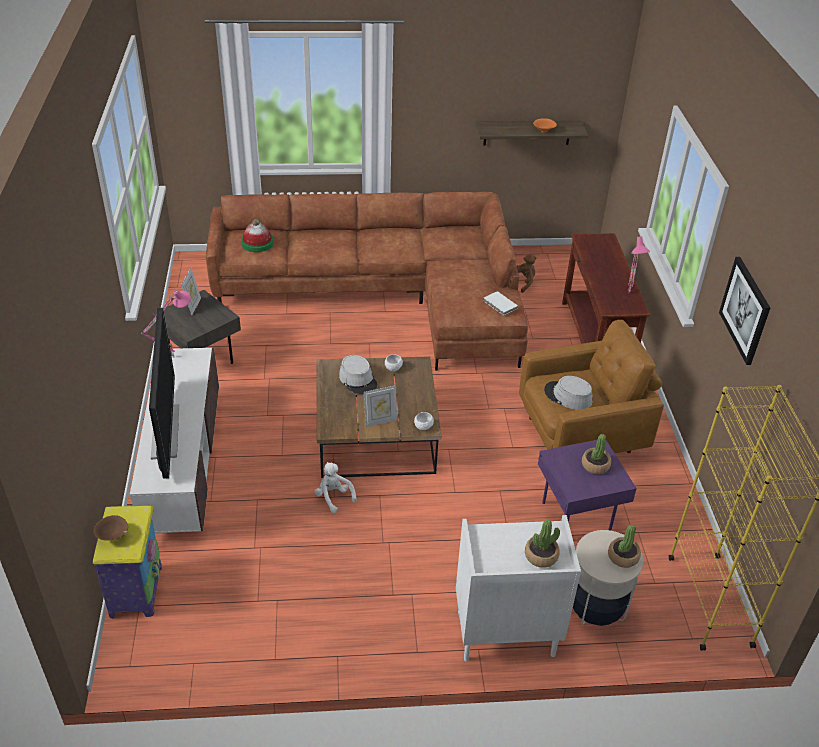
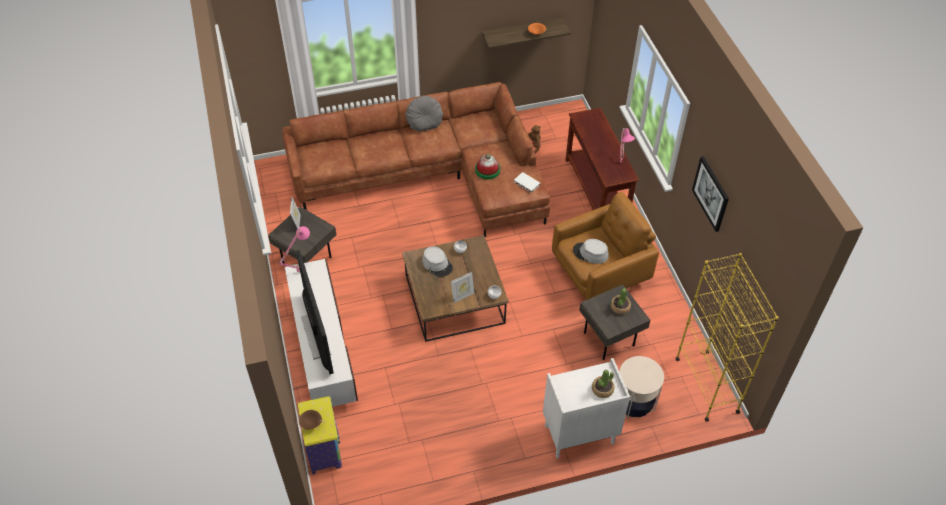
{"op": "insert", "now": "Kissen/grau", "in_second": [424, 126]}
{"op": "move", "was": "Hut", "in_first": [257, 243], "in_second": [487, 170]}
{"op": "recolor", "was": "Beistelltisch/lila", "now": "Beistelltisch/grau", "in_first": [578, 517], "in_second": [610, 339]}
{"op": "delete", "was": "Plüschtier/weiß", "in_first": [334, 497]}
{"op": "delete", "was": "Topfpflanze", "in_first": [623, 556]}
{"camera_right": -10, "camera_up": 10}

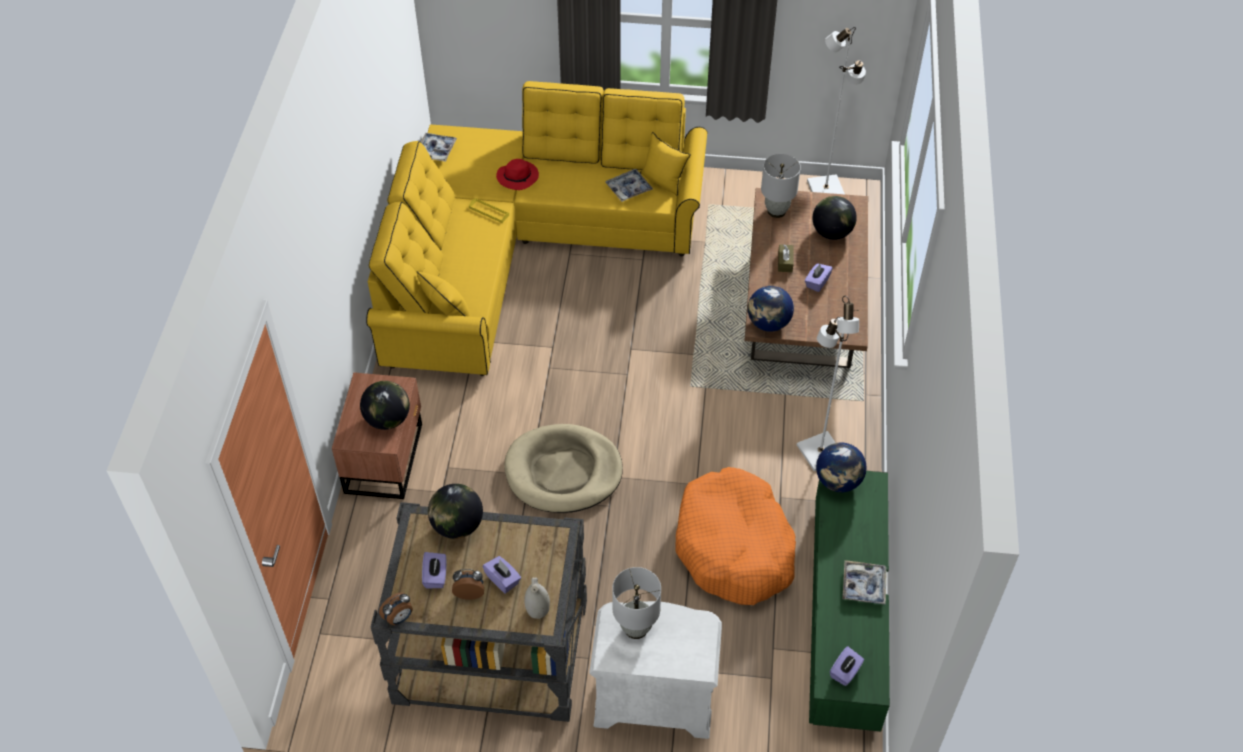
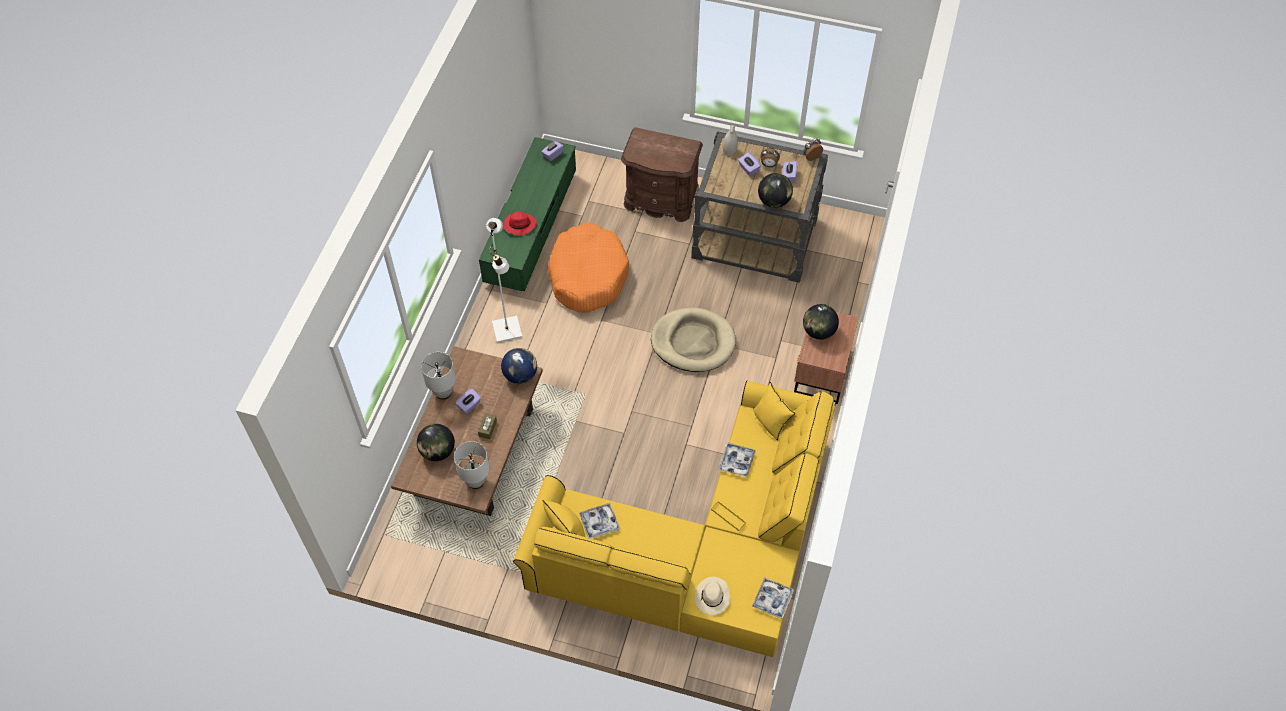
{"op": "move", "was": "Tischlampe/weiß", "in_first": [636, 628], "in_second": [443, 393]}
{"op": "move", "was": "Hut/rot", "in_first": [518, 177], "in_second": [519, 225]}
{"op": "recolor", "was": "Nachttisch/weiß", "now": "Nachttisch/braun", "in_first": [653, 696], "in_second": [660, 201]}
{"op": "insert", "now": "Hut/beige", "in_second": [712, 597]}
{"op": "move", "was": "Tablett", "in_first": [863, 585], "in_second": [736, 461]}
{"op": "delete", "was": "Stehlampe/weiß", "in_first": [826, 189]}
{"op": "delete", "was": "Globus", "in_first": [838, 481]}
{"camera_right": -170, "camera_up": 5}

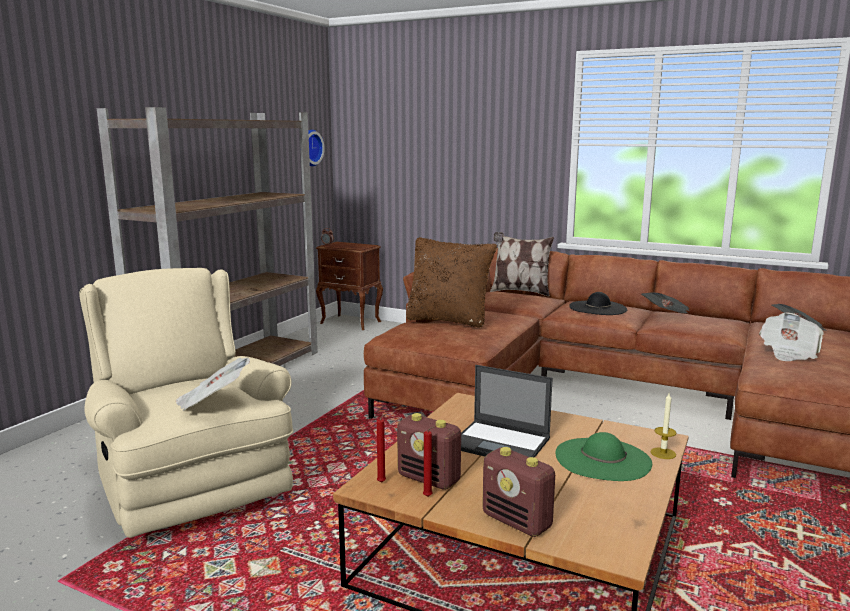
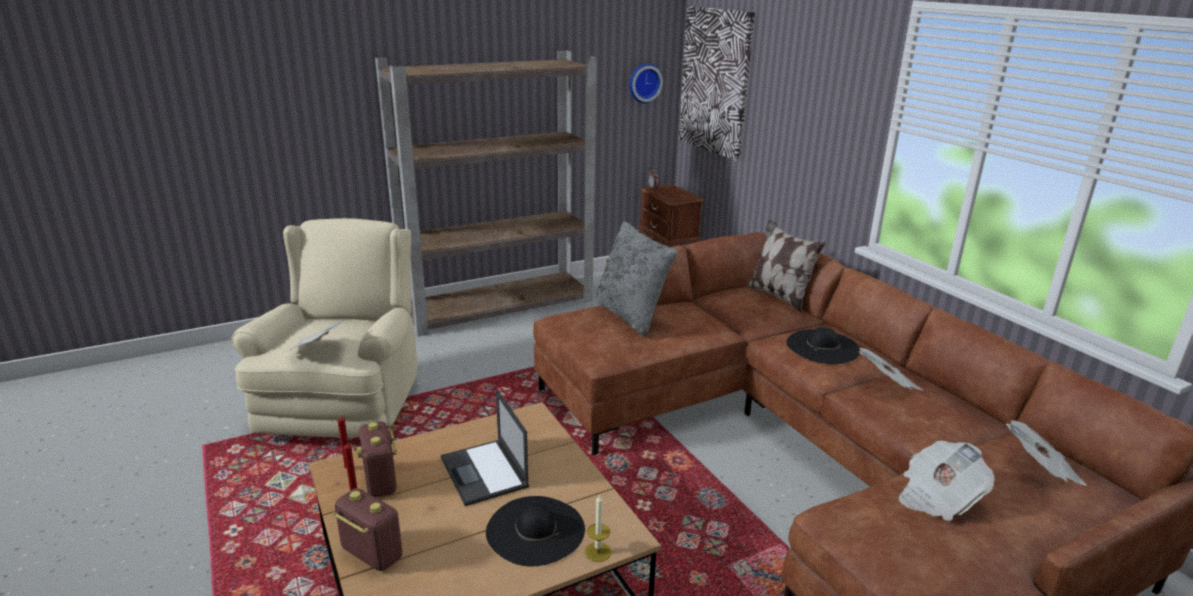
{"op": "rotate", "was": "Radio", "in_first": [517, 522], "in_second": [371, 554], "clockwise": 135}
{"op": "recolor", "was": "Hut/grün", "now": "Hut/schwarz", "in_first": [602, 459], "in_second": [535, 530]}
{"op": "recolor", "was": "Kissen/braun", "now": "Kissen/grau", "in_first": [448, 322], "in_second": [631, 318]}
{"op": "insert", "now": "Bild", "in_second": [715, 81]}
{"camera_right": 35, "camera_up": 10}

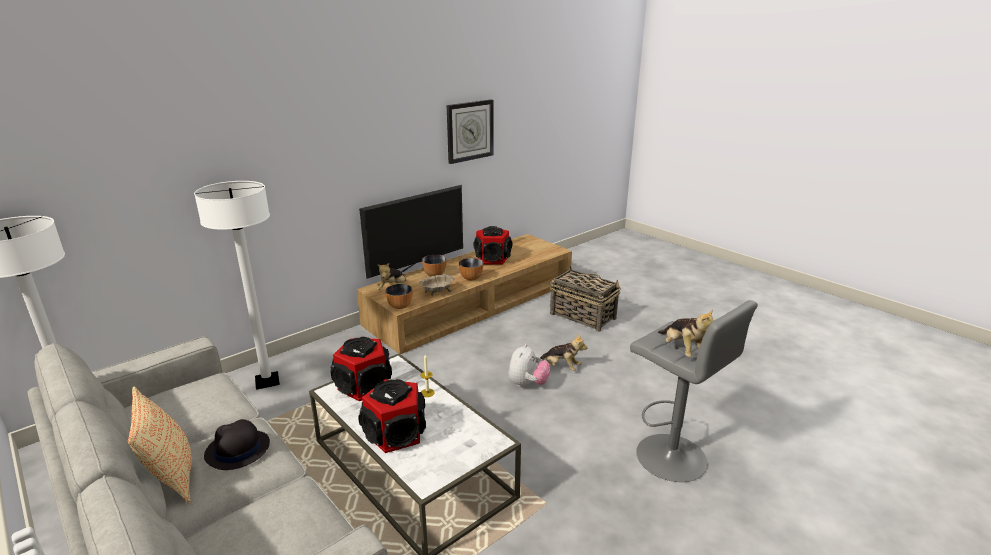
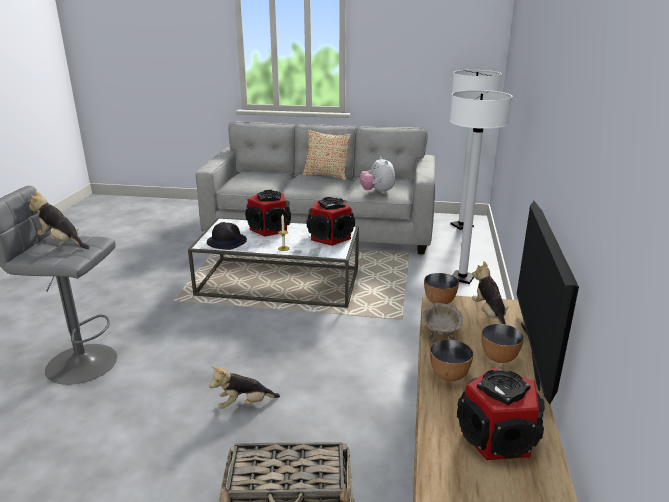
{"op": "move", "was": "Hut/schwarz", "in_first": [237, 450], "in_second": [226, 241]}
{"op": "move", "was": "Plüschtier", "in_first": [527, 384], "in_second": [377, 192]}
{"op": "delete", "was": "Wanduhr", "in_first": [470, 131]}
{"camera_right": 140, "camera_up": 0}

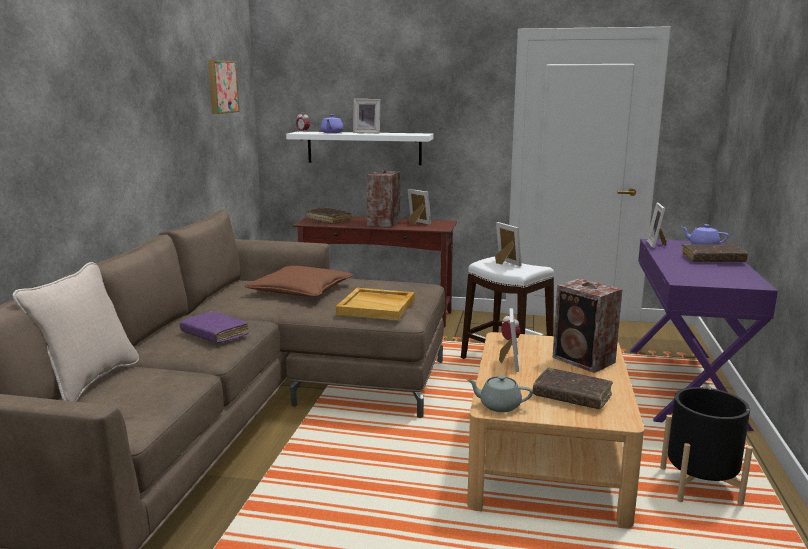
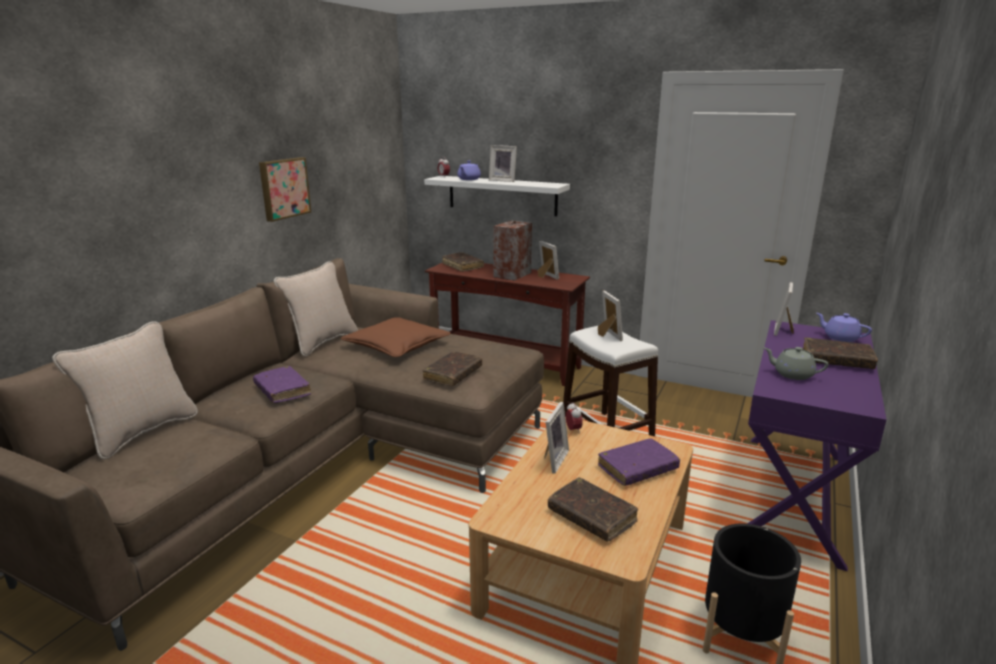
{"op": "move", "was": "Bild", "in_first": [221, 87], "in_second": [283, 188]}
{"op": "insert", "now": "Kissen/beige", "in_second": [322, 342]}
{"op": "replace", "was": "Tablett/beige", "now": "Buch/braun", "in_first": [377, 307], "in_second": [453, 374]}
{"op": "replace", "was": "Lautsprecher", "now": "Buch/lila", "in_first": [584, 361], "in_second": [637, 469]}
{"op": "move", "was": "Teekanne/grau", "in_first": [499, 405], "in_second": [792, 374]}
{"camera_right": 15, "camera_up": 5}

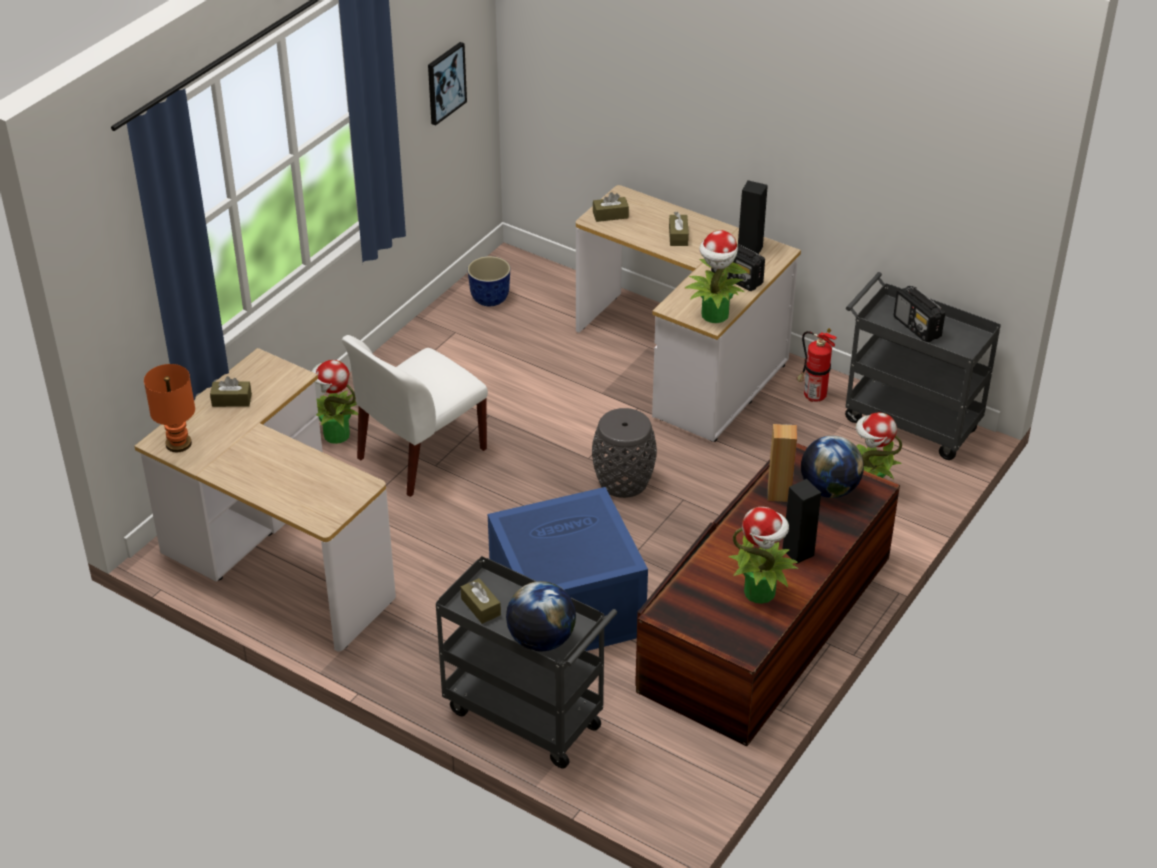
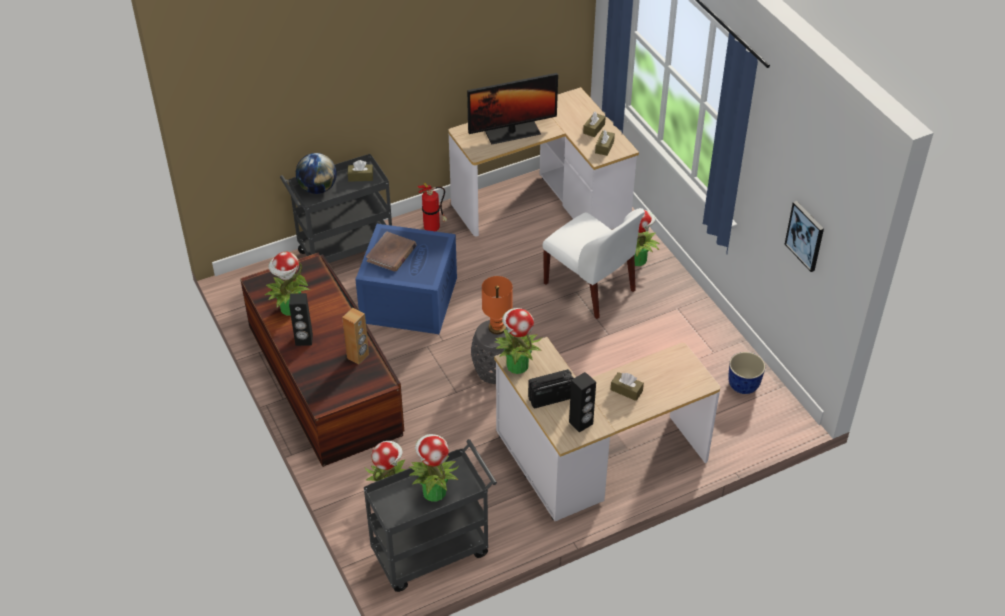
{"op": "insert", "now": "Buch/braun", "in_second": [391, 254]}
{"op": "replace", "was": "Radio", "now": "Topfpflanze", "in_first": [917, 327], "in_second": [433, 491]}
{"op": "move", "was": "Feuerlöscher", "in_first": [812, 396], "in_second": [433, 228]}
{"op": "insert", "now": "Monitor", "in_second": [512, 132]}
{"op": "move", "was": "Tischlampe/orange", "in_first": [178, 444], "in_second": [496, 327]}
{"op": "rotate", "was": "Stuhl/weiß", "in_first": [419, 455], "in_second": [591, 288], "clockwise": 150}
{"op": "move", "was": "Taschentuchbox/braun", "in_first": [610, 215], "in_second": [604, 147]}
{"op": "delete", "was": "Globus", "in_first": [829, 489]}
{"camera_right": 120, "camera_up": 5}

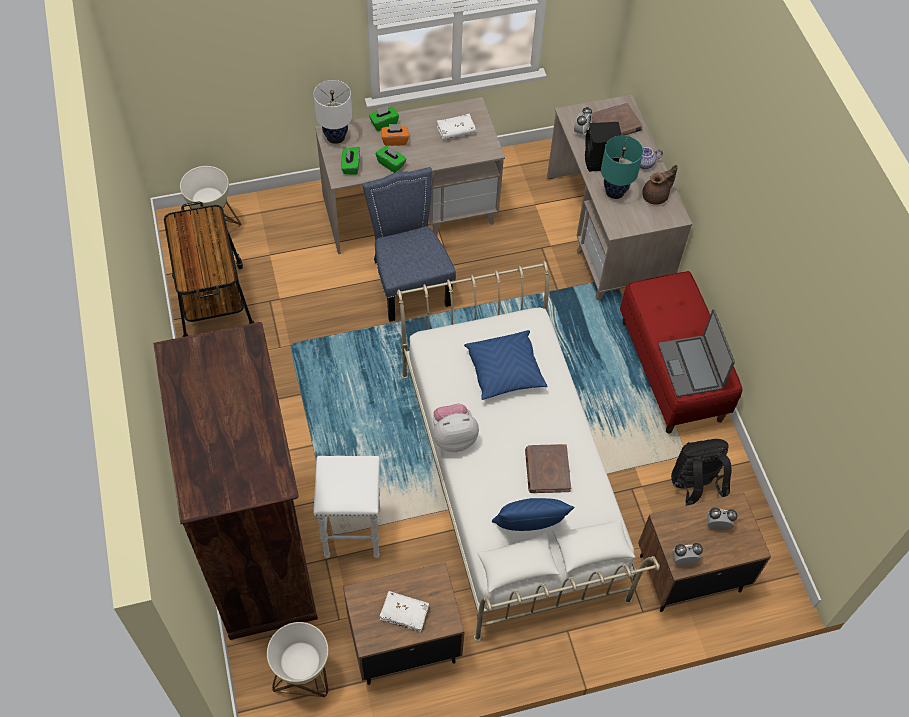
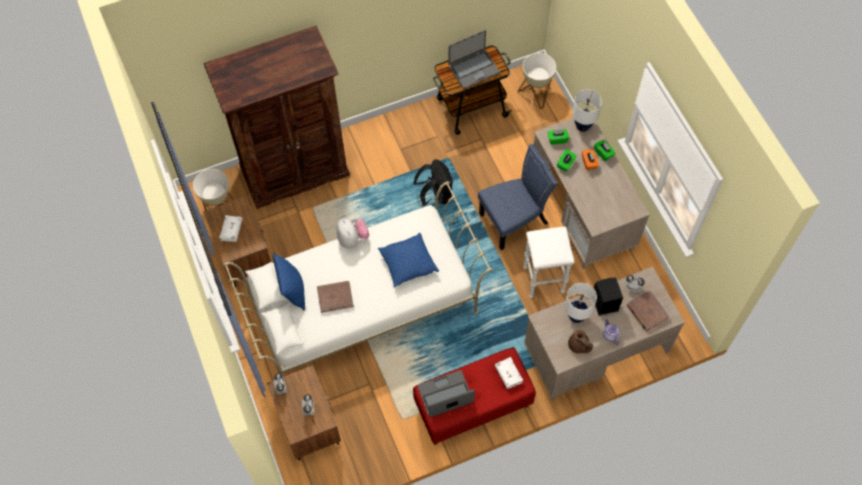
{"op": "move", "was": "Rucksack/schwarz", "in_first": [694, 487], "in_second": [435, 195]}
{"op": "insert", "now": "Laptop", "in_second": [473, 69]}
{"op": "move", "was": "Buch/weiß", "in_first": [456, 131], "in_second": [508, 374]}
{"op": "move", "was": "Hocker/weiß", "in_first": [351, 532], "in_second": [544, 279]}
{"op": "recolor", "was": "Tischlampe/türkis", "now": "Tischlampe/weiß", "in_first": [615, 191], "in_second": [576, 316]}
{"camera_right": 85, "camera_up": 5}

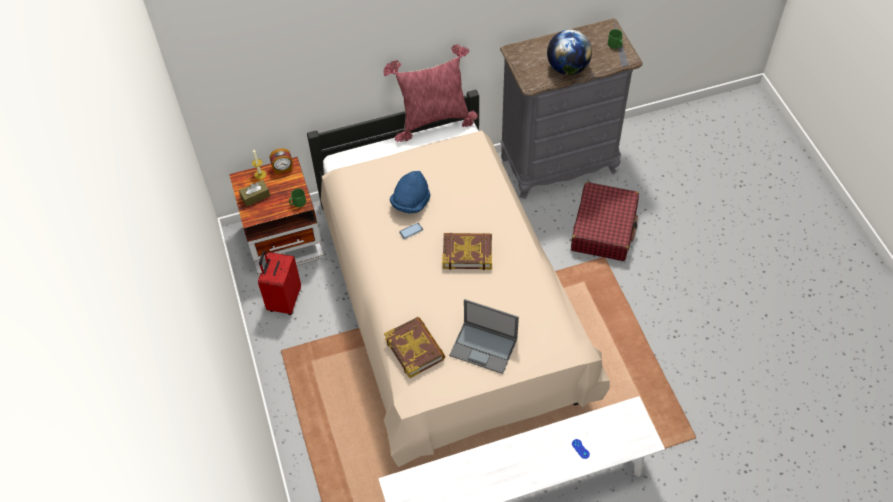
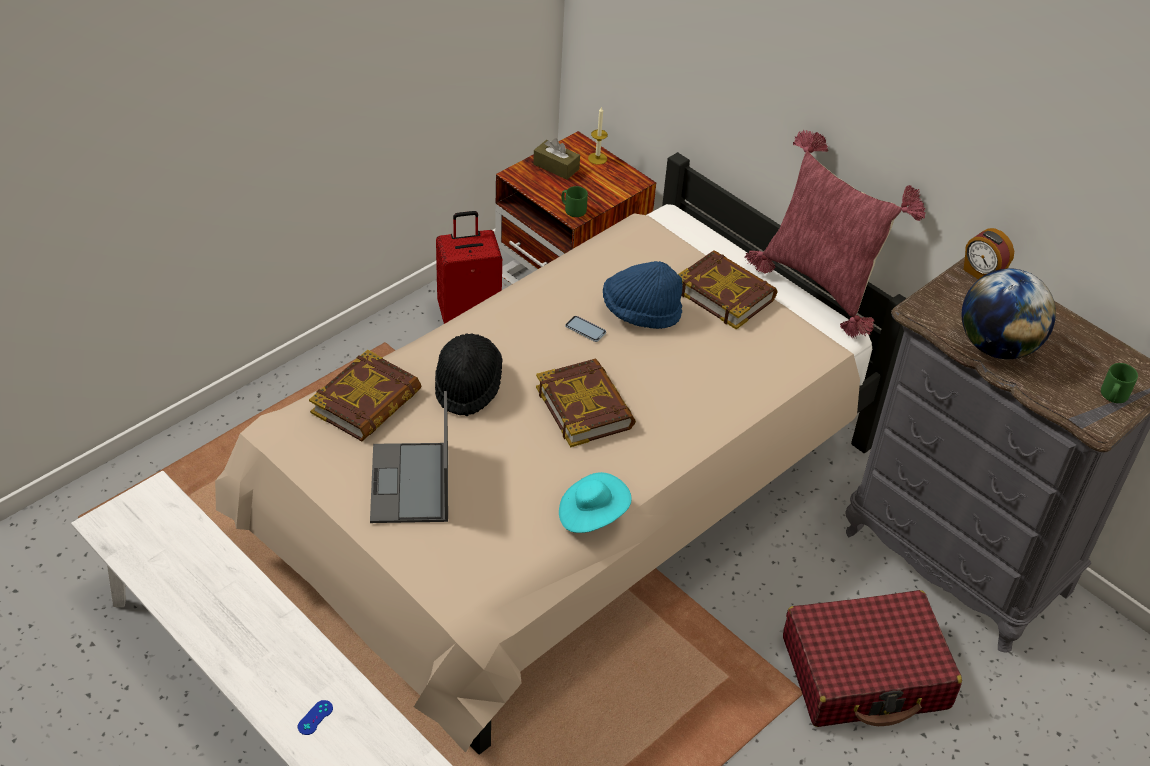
{"op": "insert", "now": "Hut/schwarz", "in_second": [467, 386]}
{"op": "insert", "now": "Hut/türkis", "in_second": [592, 515]}
{"op": "insert", "now": "Buch", "in_second": [725, 294]}
{"op": "move", "was": "Wecker", "in_first": [283, 169], "in_second": [982, 274]}
{"camera_right": 60, "camera_up": -10}

